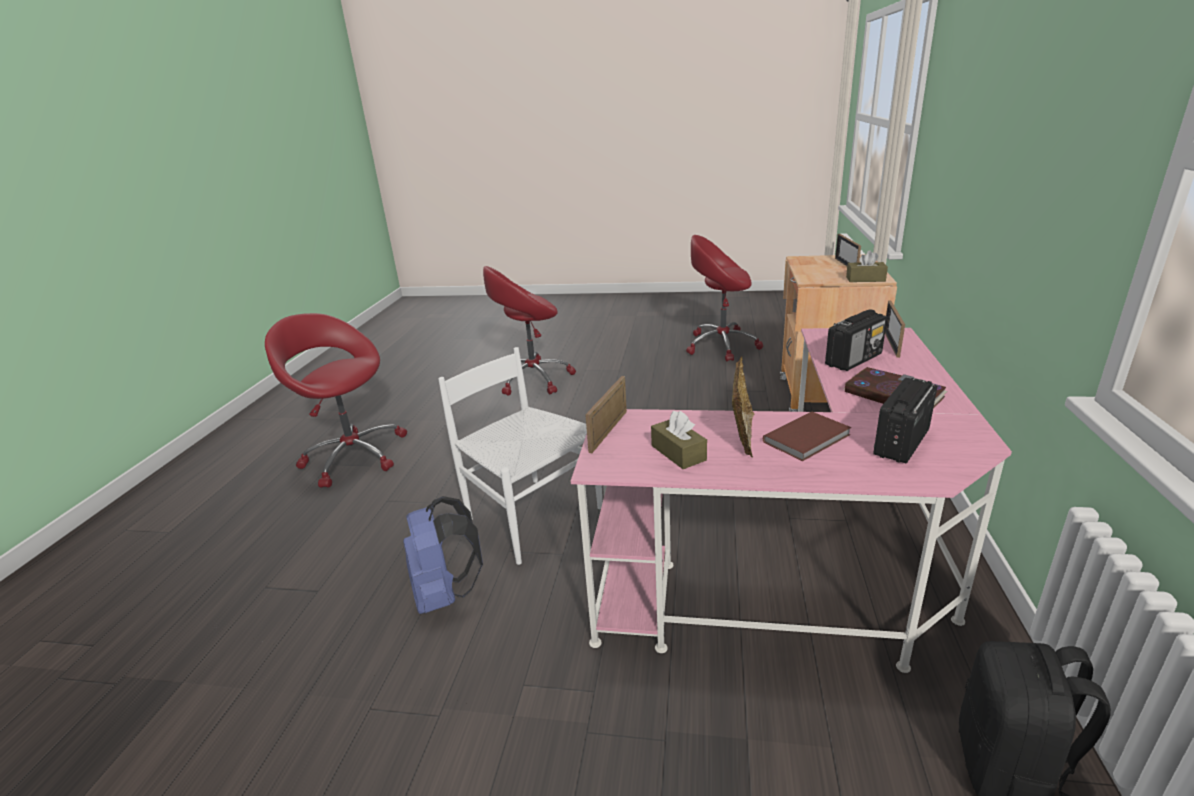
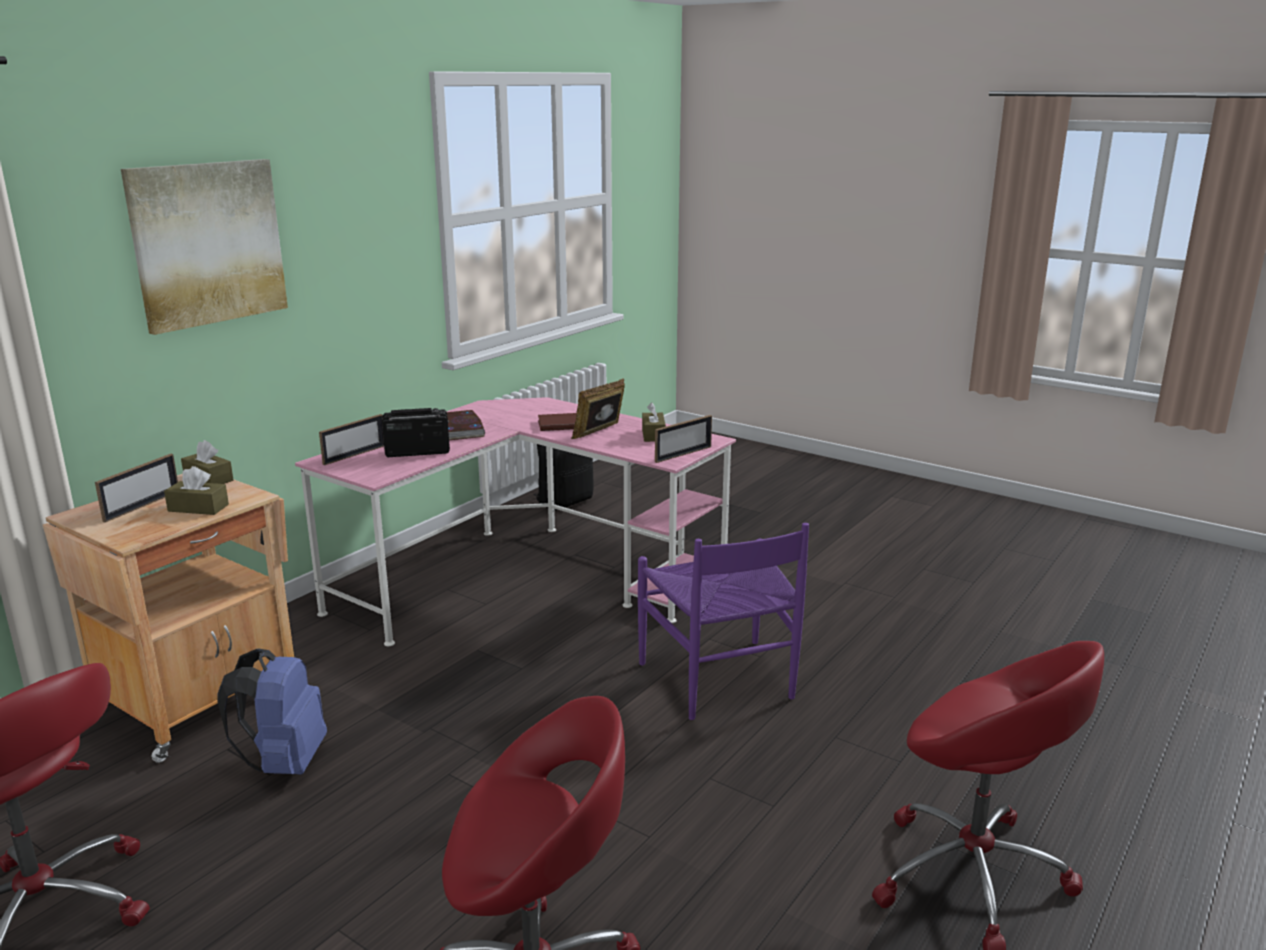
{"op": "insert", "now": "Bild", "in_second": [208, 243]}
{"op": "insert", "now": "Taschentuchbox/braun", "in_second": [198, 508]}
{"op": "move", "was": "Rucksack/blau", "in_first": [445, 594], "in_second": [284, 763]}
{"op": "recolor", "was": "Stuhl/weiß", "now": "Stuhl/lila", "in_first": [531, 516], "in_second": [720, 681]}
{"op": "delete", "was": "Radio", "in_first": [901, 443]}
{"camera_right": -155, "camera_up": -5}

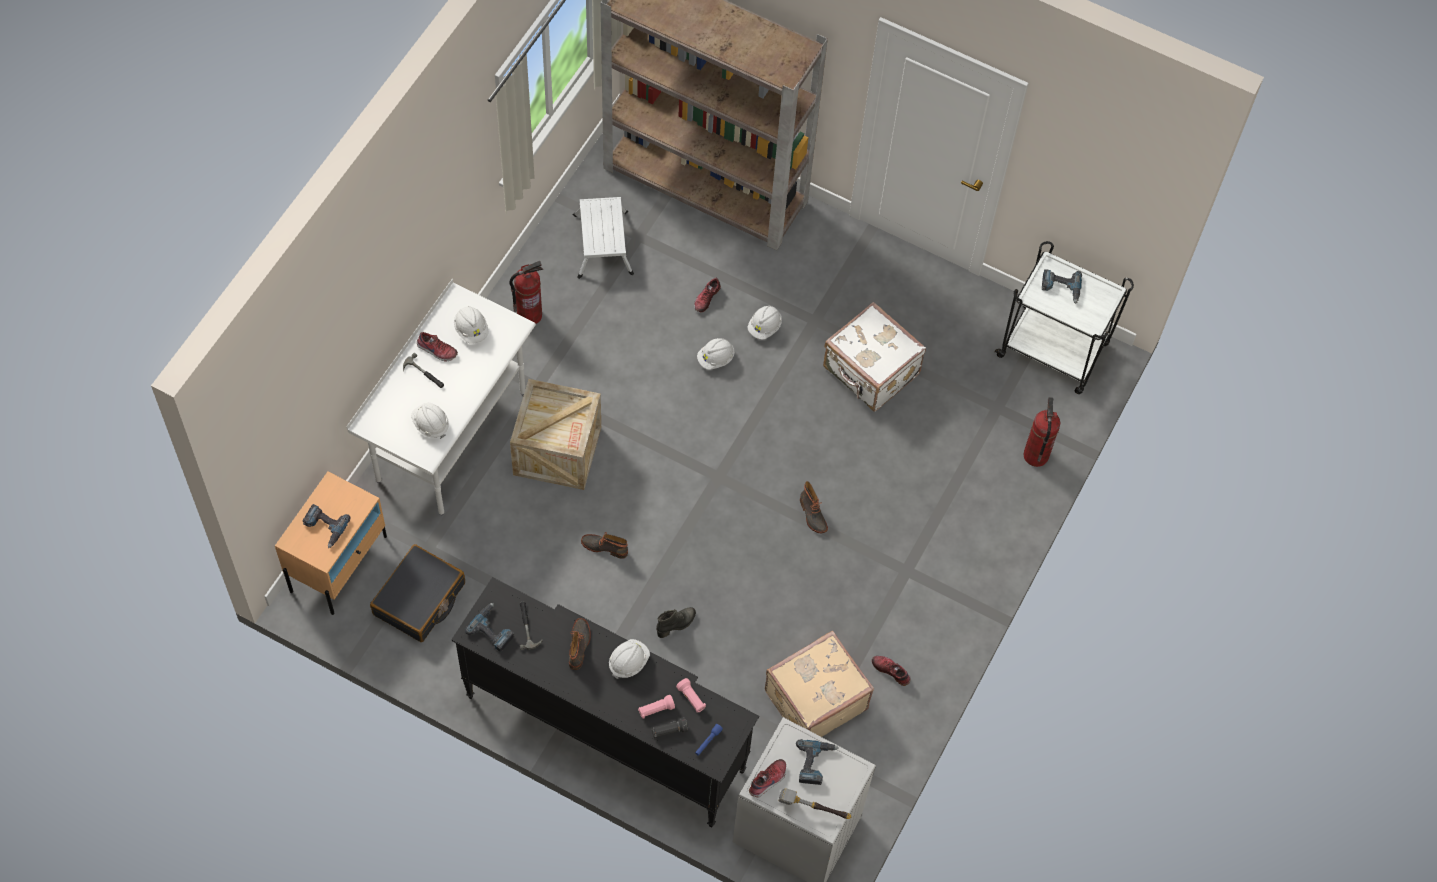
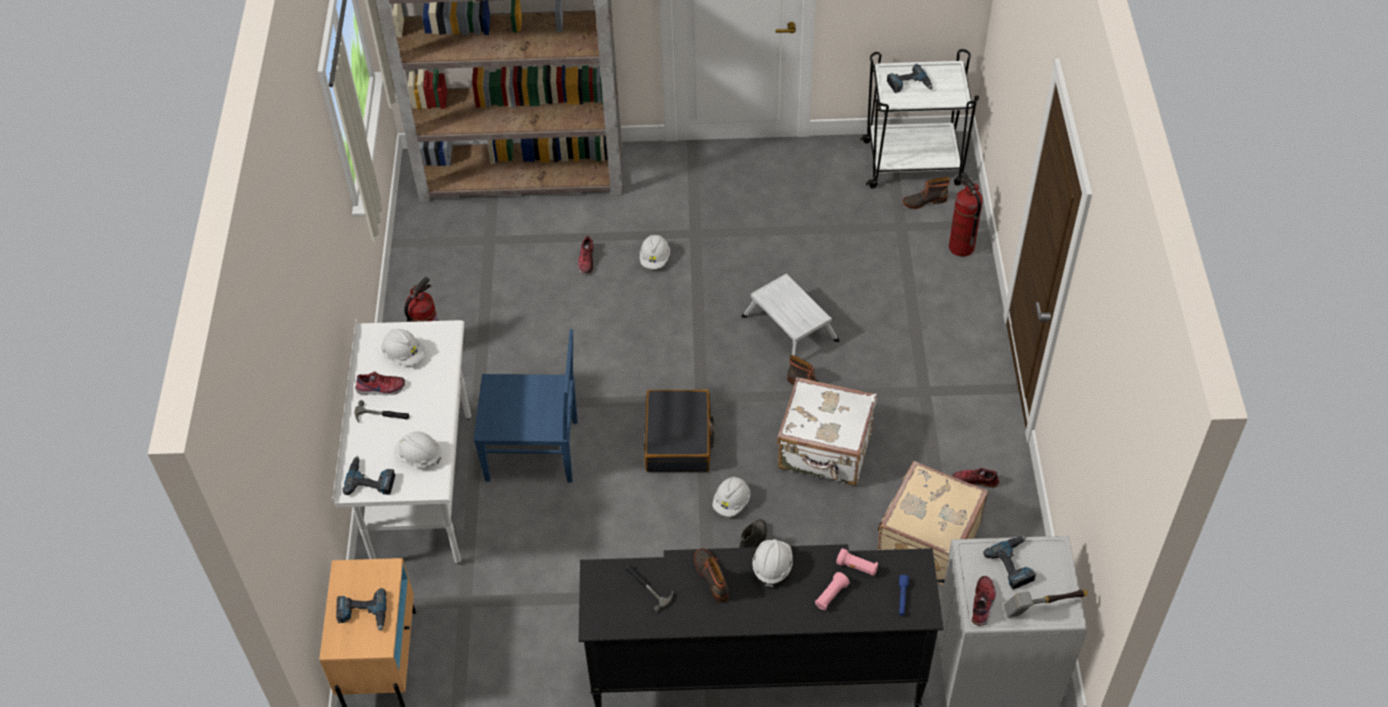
{"op": "move", "was": "Bohrmaschine", "in_first": [493, 629], "in_second": [371, 479]}
{"op": "replace", "was": "Kiste", "now": "Stuhl/blau", "in_first": [557, 451], "in_second": [535, 451]}
{"op": "move", "was": "Koffer/schwarz", "in_first": [419, 599], "in_second": [678, 439]}
{"op": "move", "was": "Schutzhelm/weiß", "in_first": [715, 359], "in_second": [731, 502]}
{"op": "move", "was": "Trittleiter/weiß", "in_first": [603, 243], "in_second": [789, 328]}
{"op": "move", "was": "Koffer/weiß", "in_first": [870, 372], "in_second": [825, 451]}
{"op": "move", "was": "Stiefel", "in_first": [605, 547], "in_second": [924, 201]}
{"op": "delete", "was": "Taschenlampe/schwarz", "in_first": [669, 731]}
{"camera_right": -25, "camera_up": -10}

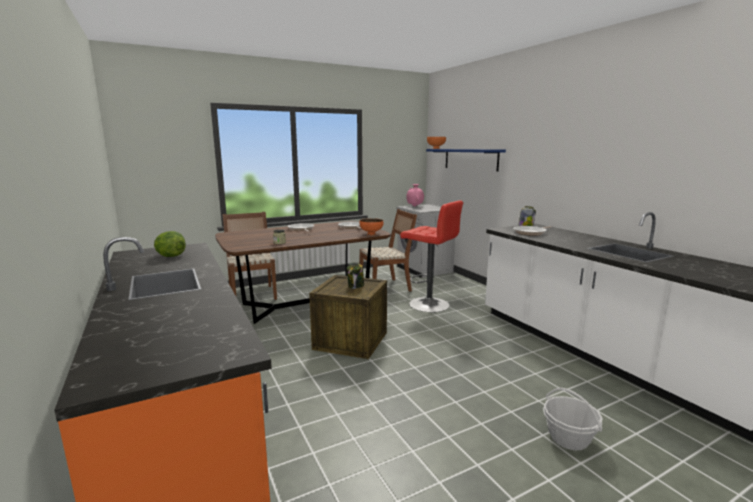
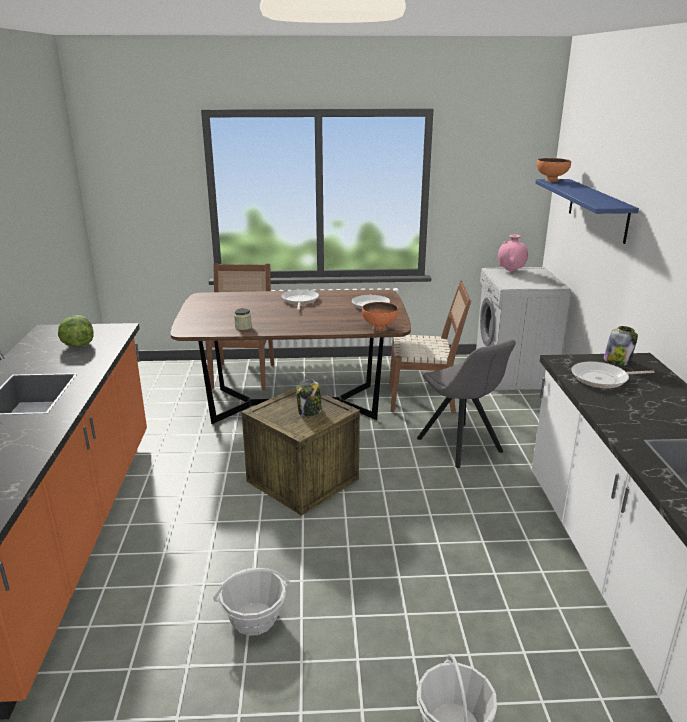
{"op": "insert", "now": "Korb", "in_second": [254, 619]}
{"op": "replace", "was": "Hocker/rot", "now": "Stuhl/grau", "in_first": [429, 305], "in_second": [460, 445]}
{"camera_right": 25, "camera_up": 10}

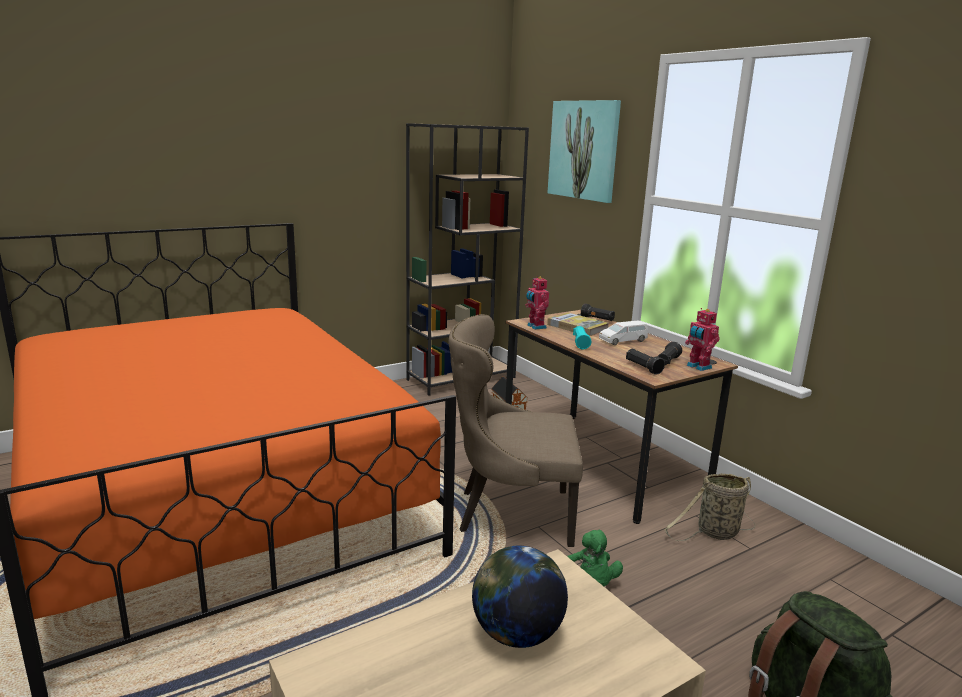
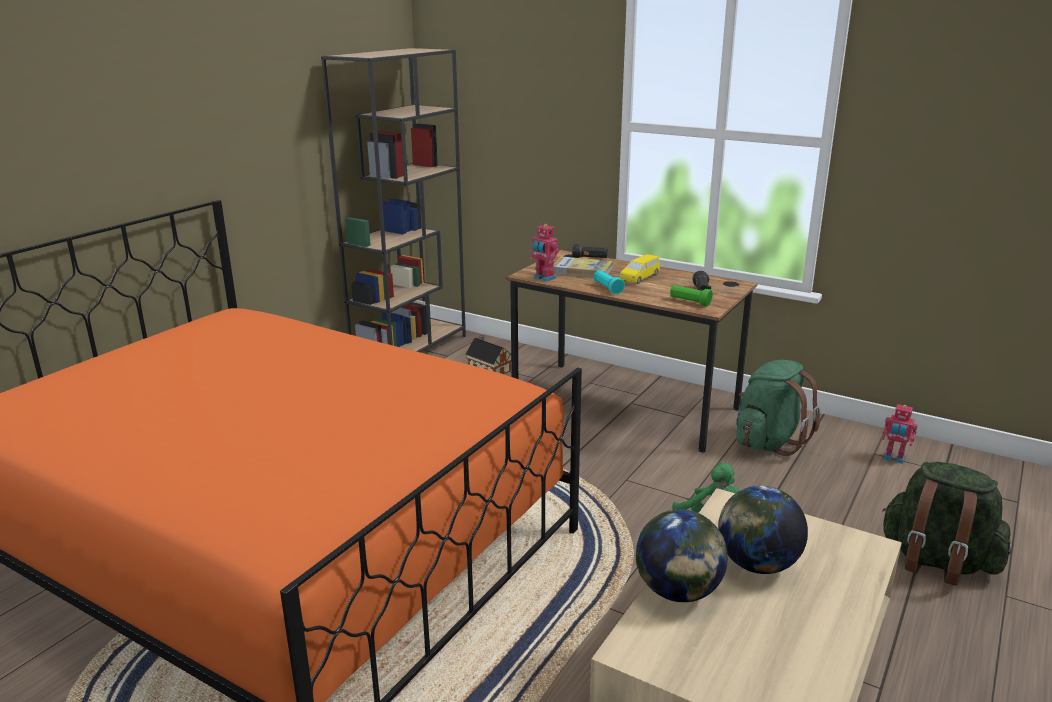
{"op": "recolor", "was": "Spielzeugauto/weiß", "now": "Spielzeugauto/gelb", "in_first": [623, 341], "in_second": [640, 277]}
{"op": "insert", "now": "Globus", "in_second": [678, 592]}
{"op": "recolor", "was": "Taschenlampe/schwarz", "now": "Taschenlampe/grün", "in_first": [643, 368], "in_second": [689, 302]}
{"op": "replace", "was": "Korb", "now": "Rucksack/grün", "in_first": [715, 533], "in_second": [768, 442]}
{"op": "move", "was": "Spielzeugroboter", "in_first": [698, 367], "in_second": [894, 458]}
{"op": "delete", "was": "Stuhl/beige", "in_first": [510, 514]}
{"op": "delete", "was": "Bild", "in_first": [583, 150]}
{"camera_right": -25, "camera_up": 5}

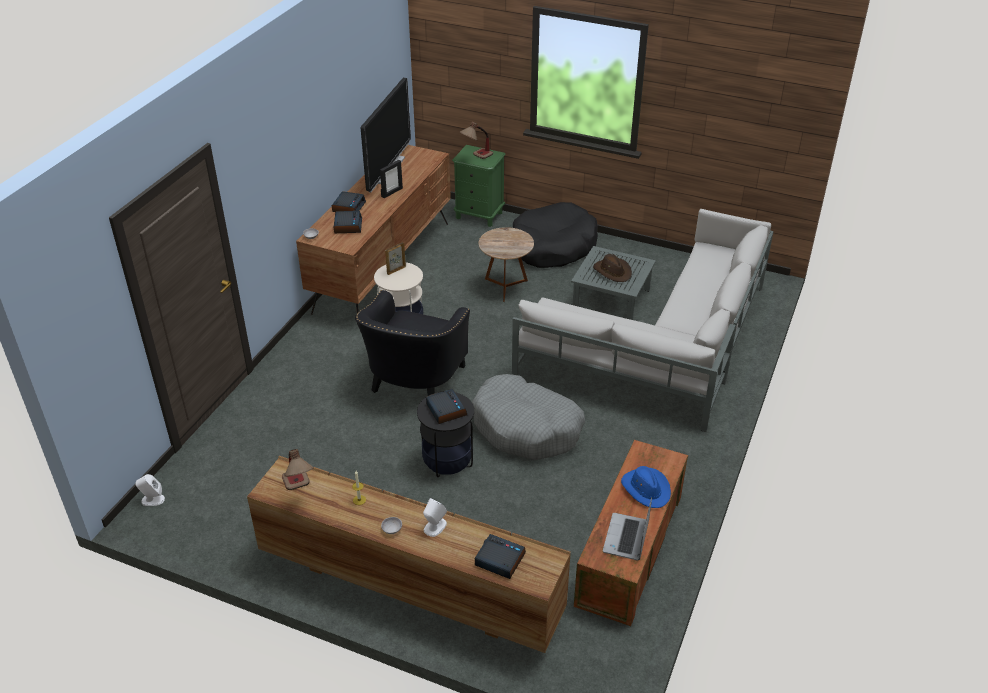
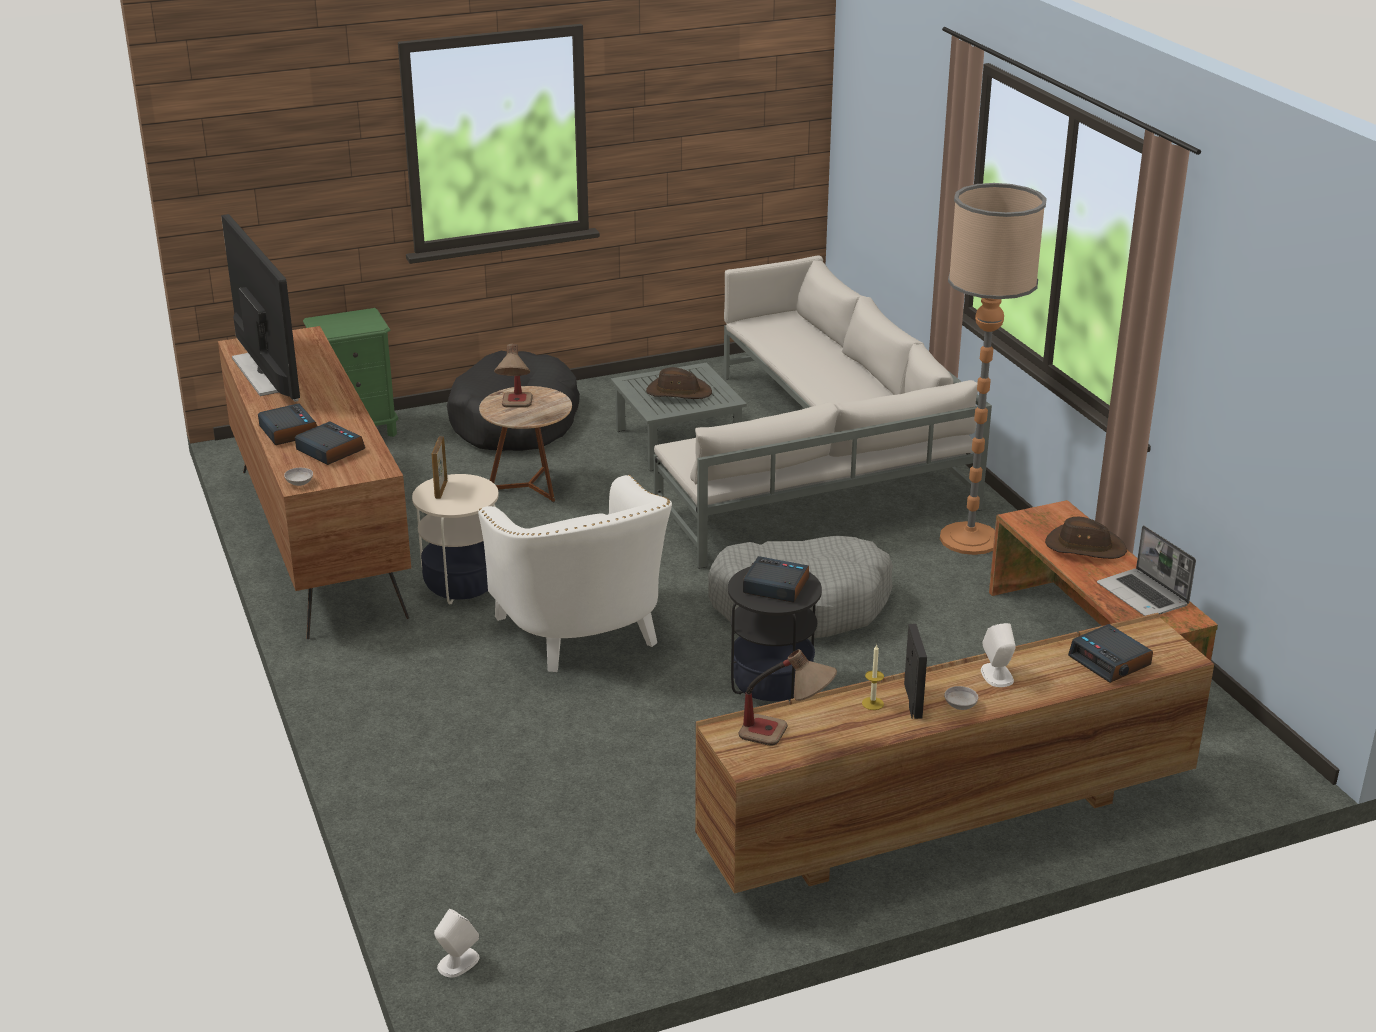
{"op": "recolor", "was": "Sessel/schwarz", "now": "Sessel/weiß", "in_first": [413, 381], "in_second": [585, 634]}
{"op": "move", "was": "Tischlampe", "in_first": [476, 157], "in_second": [516, 409]}
{"op": "move", "was": "Bilderrahmen", "in_first": [392, 192], "in_second": [911, 701]}
{"op": "insert", "now": "Stehlampe", "in_second": [970, 539]}
{"op": "recolor", "was": "Hut/blau", "now": "Hut/braun", "in_first": [646, 489], "in_second": [1084, 547]}
{"op": "rotate", "was": "Wecker", "in_first": [499, 560], "in_second": [1110, 661], "clockwise": -105}
{"camera_right": -45, "camera_up": -10}

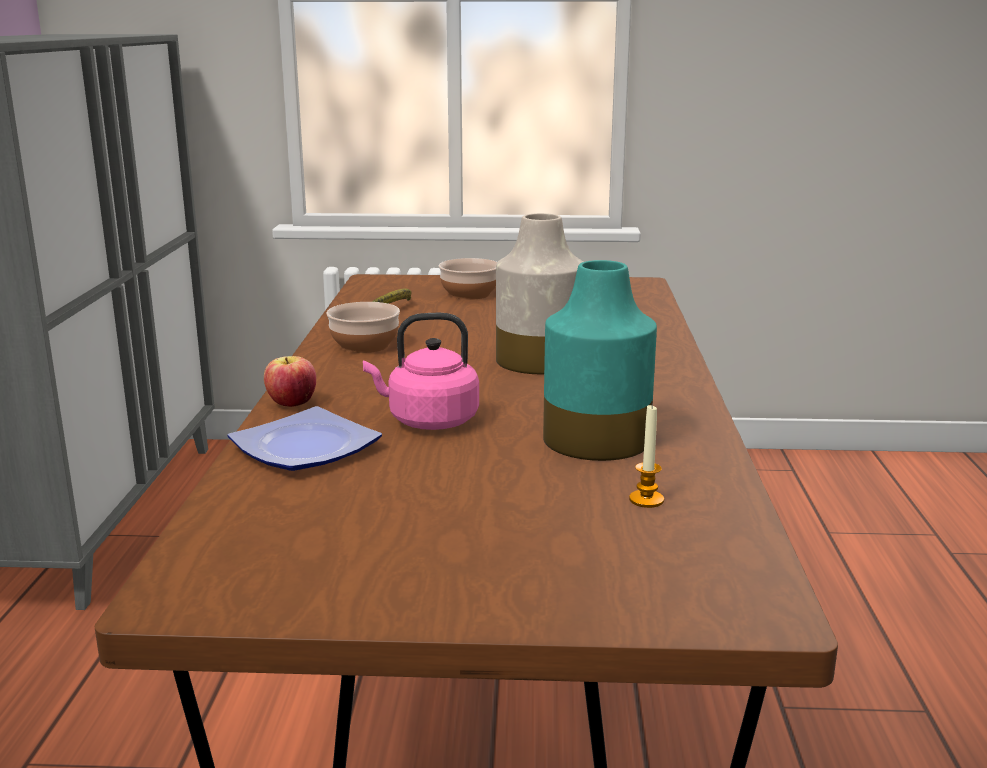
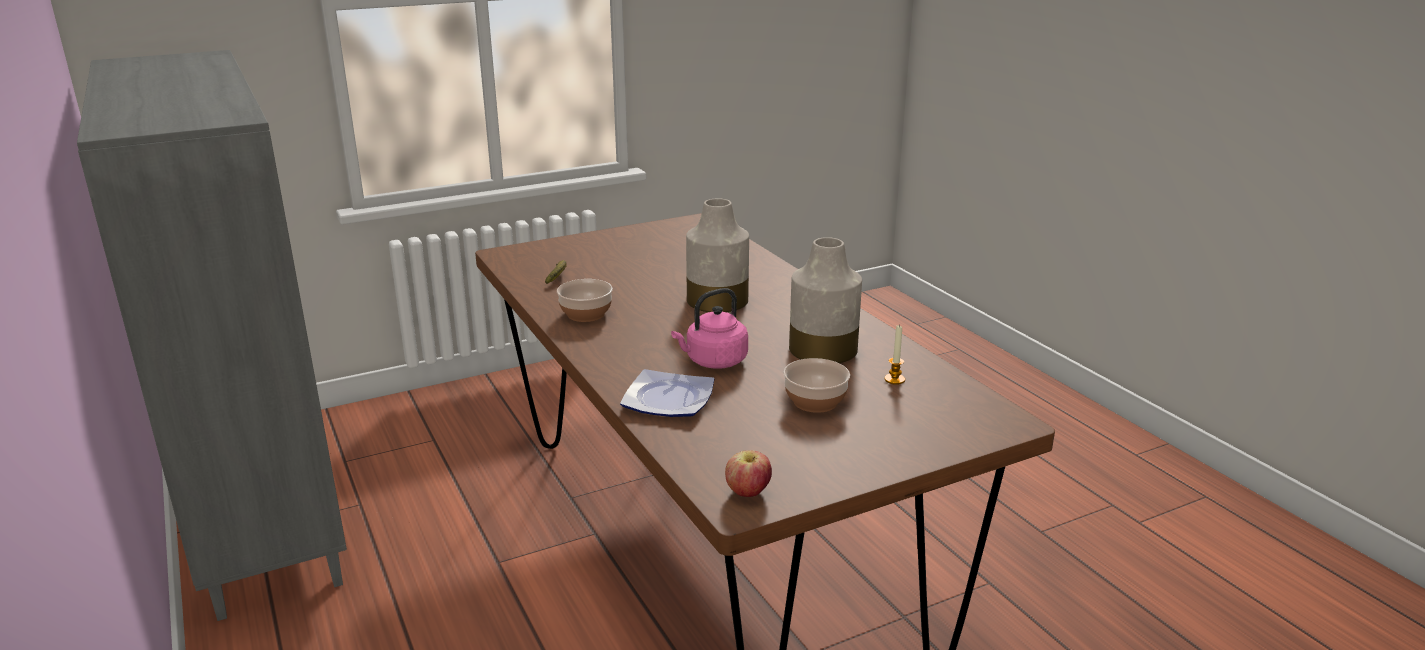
{"op": "move", "was": "Apfel", "in_first": [292, 404], "in_second": [748, 492]}
{"op": "move", "was": "Schüssel", "in_first": [468, 294], "in_second": [814, 401]}
{"op": "recolor", "was": "Vase/türkis", "now": "Vase/beige", "in_first": [597, 438], "in_second": [823, 348]}
{"camera_right": -30, "camera_up": 5}

